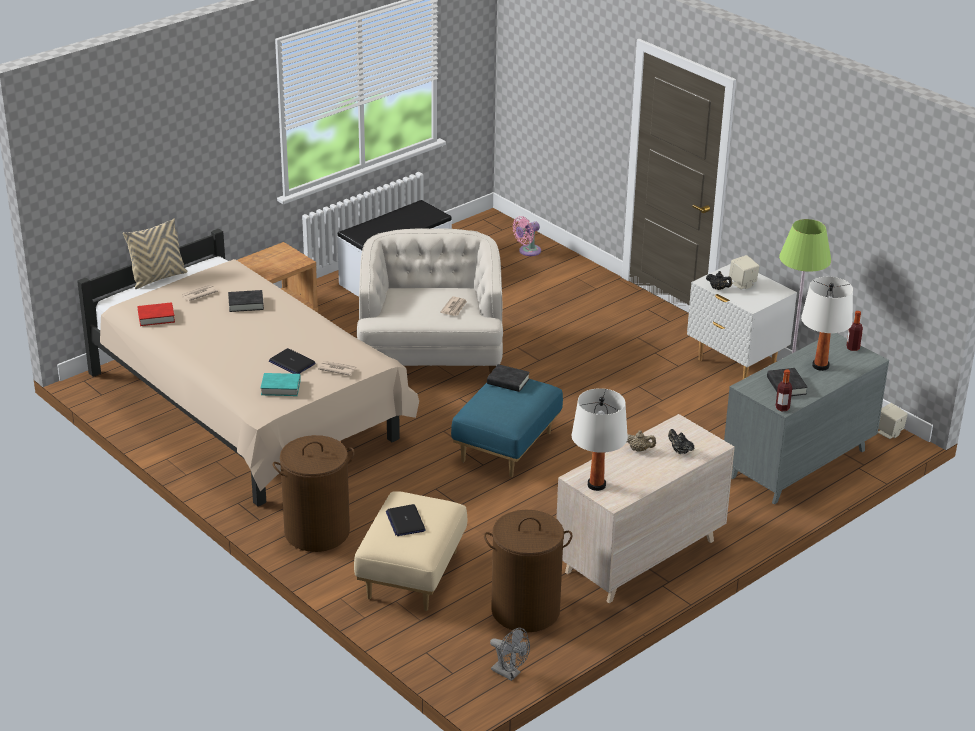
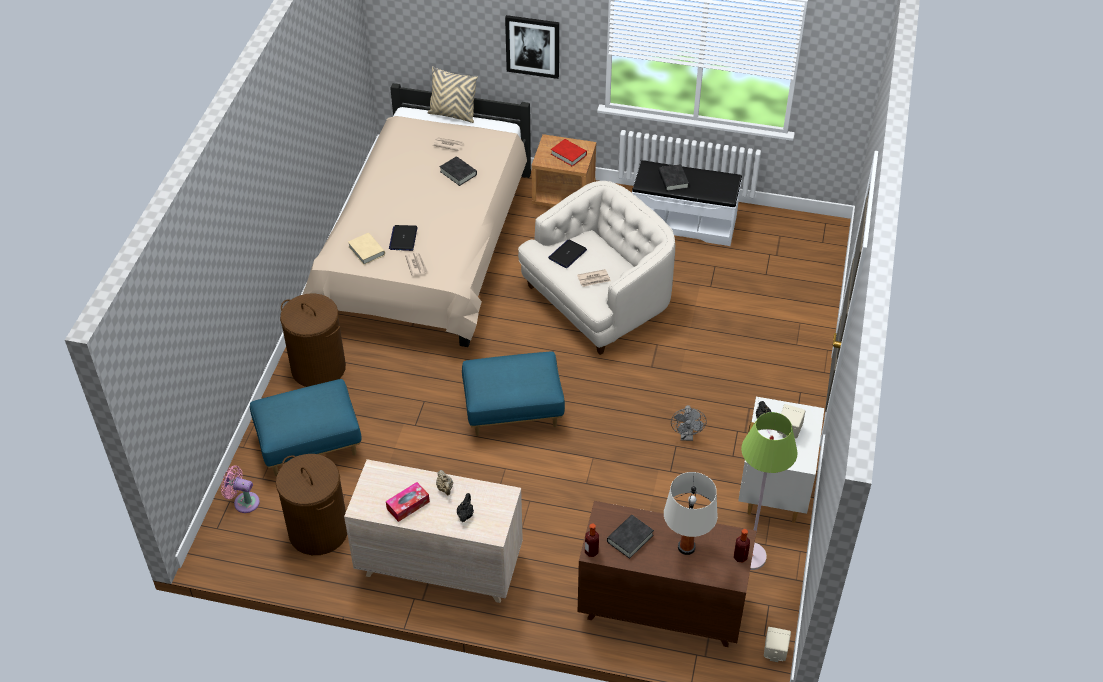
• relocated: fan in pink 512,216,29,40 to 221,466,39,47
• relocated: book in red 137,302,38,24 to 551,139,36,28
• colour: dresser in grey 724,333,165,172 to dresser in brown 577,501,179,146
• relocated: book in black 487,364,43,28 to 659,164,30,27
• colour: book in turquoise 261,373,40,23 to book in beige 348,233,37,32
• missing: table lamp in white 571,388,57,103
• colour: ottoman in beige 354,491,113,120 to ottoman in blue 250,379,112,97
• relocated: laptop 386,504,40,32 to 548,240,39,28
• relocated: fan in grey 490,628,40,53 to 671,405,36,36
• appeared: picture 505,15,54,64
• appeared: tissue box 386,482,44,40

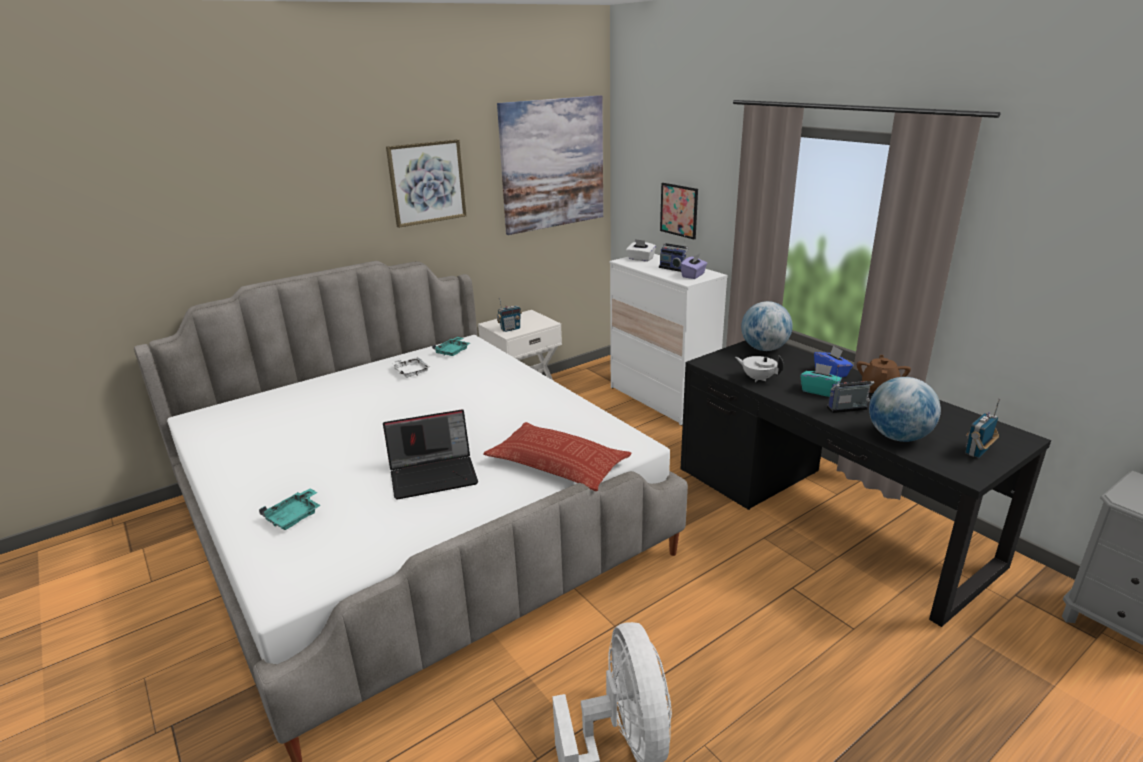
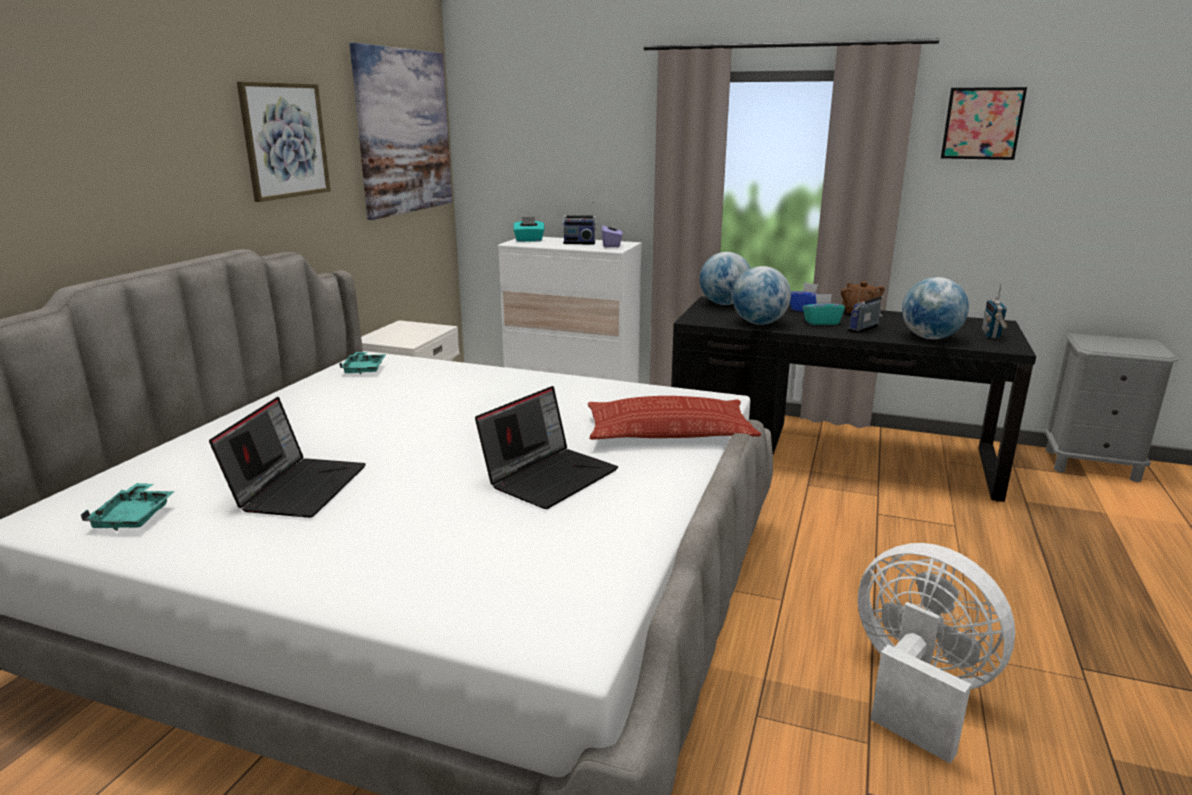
• relocated: picture 660,183,38,56 to 941,87,86,73
• colour: tissue box in white 626,239,30,22 to tissue box in turquoise 513,217,31,25
• missing: radio 497,298,25,34
• exchanged: teapot in white 735,356,49,26 to globe 732,266,59,59
• missing: tray in white 392,357,38,21
• relocated: tray in turquoise 259,488,62,42 to 81,483,94,48
• appeared: laptop 209,397,157,121

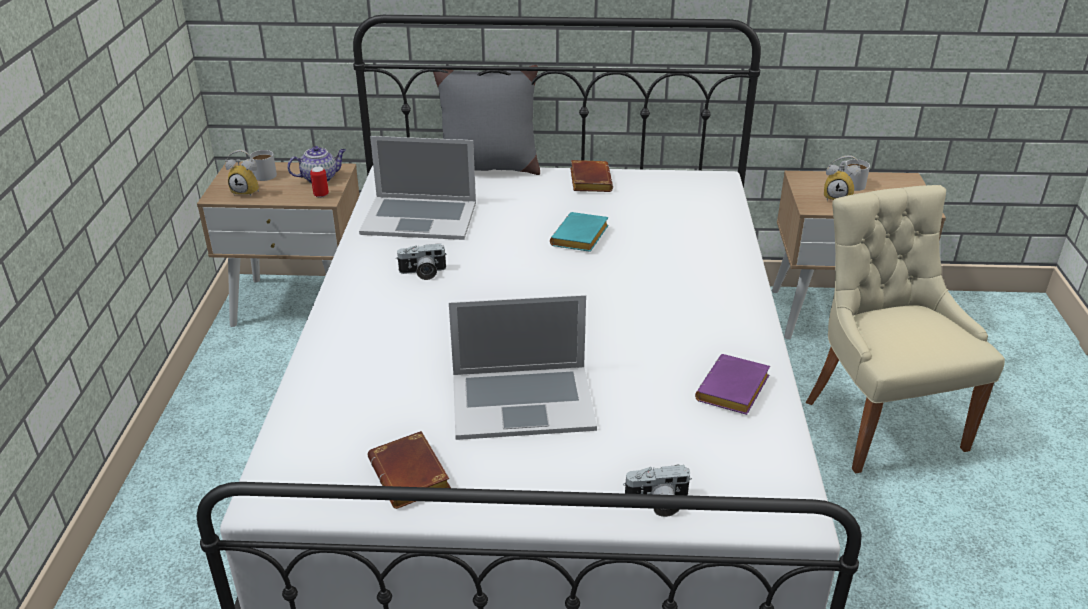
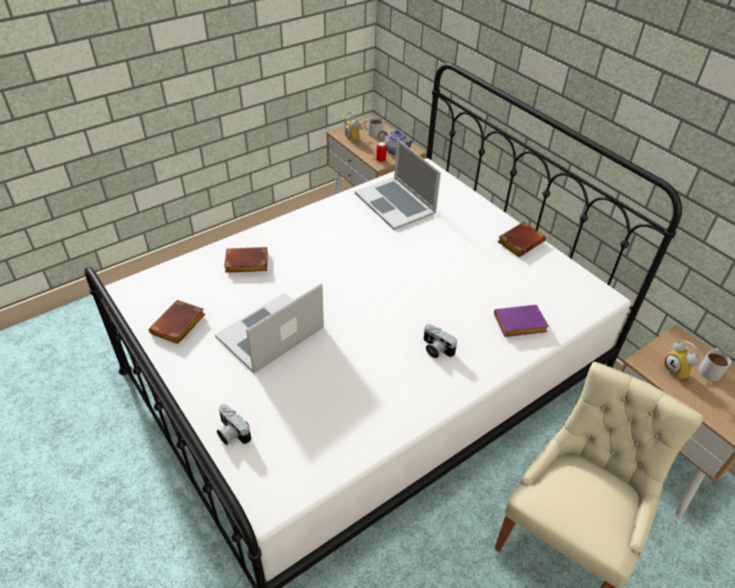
• missing: pillow in grey 433,65,107,110
• missing: book in turquoise 550,212,59,40
• relocated: photo camera 396,244,51,36 to 424,324,33,34
• spun: laptop 449,295,148,145 = 215,283,109,90 90 degrees clockwise
• relocated: book in purple 695,354,75,61 to 494,305,55,32
• appeared: book in brown 224,247,44,26

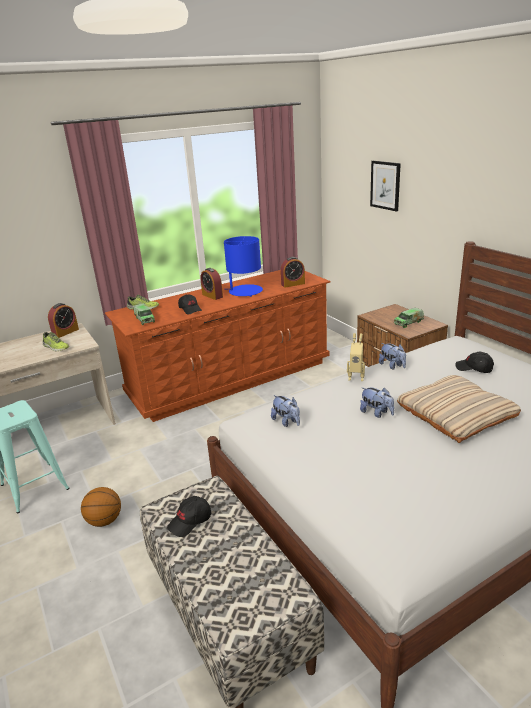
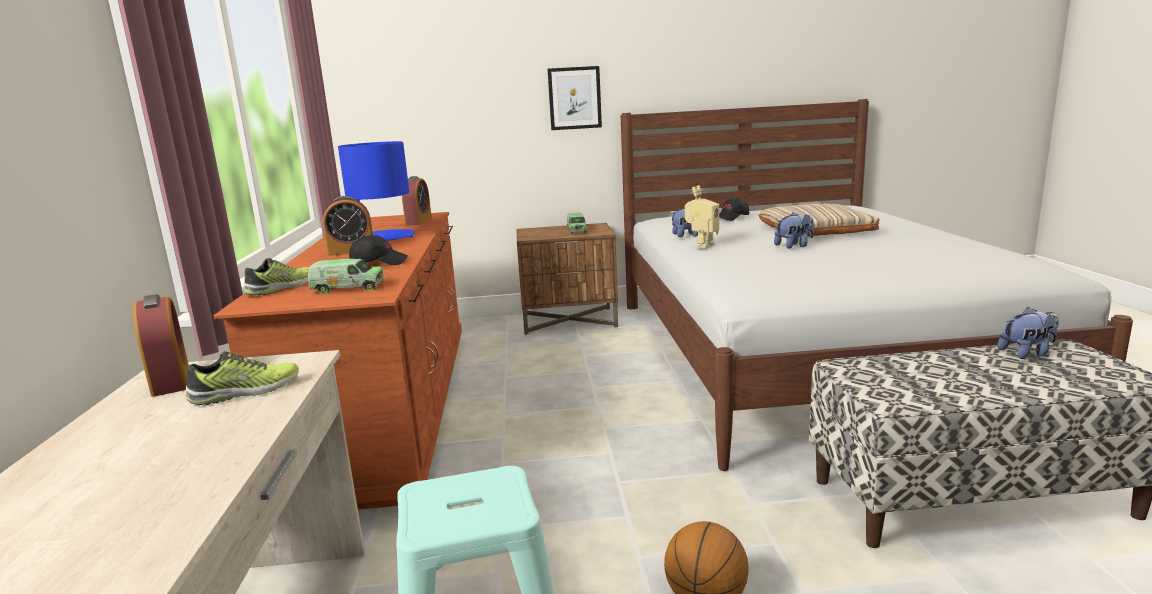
• relocated: picture 370,161,31,50 to 548,66,54,64
• relocated: plush toy 271,395,29,32 to 998,307,61,52
• missing: cap in black 167,496,44,41

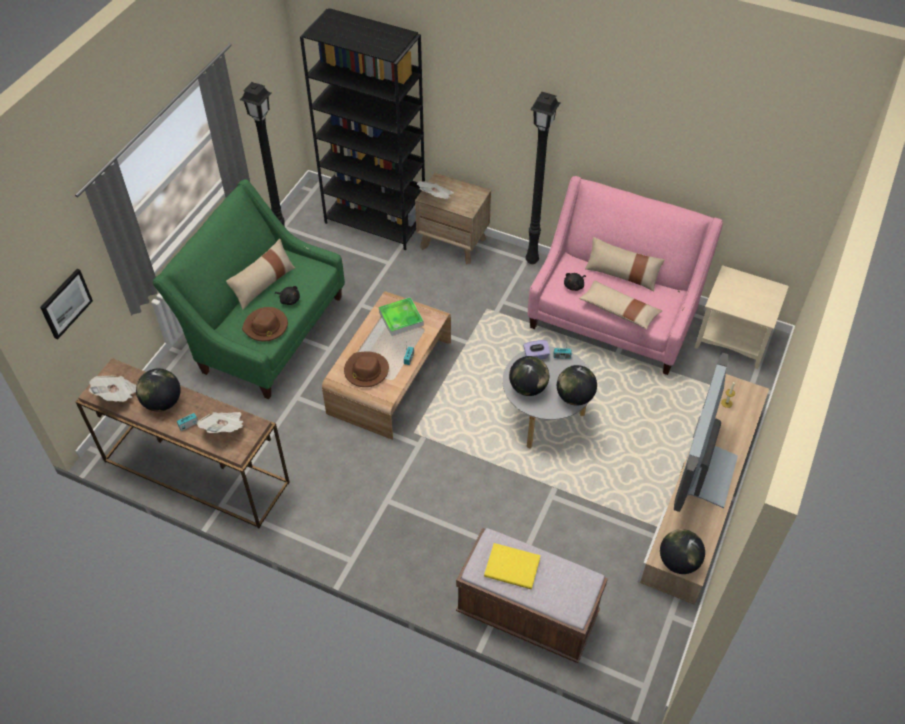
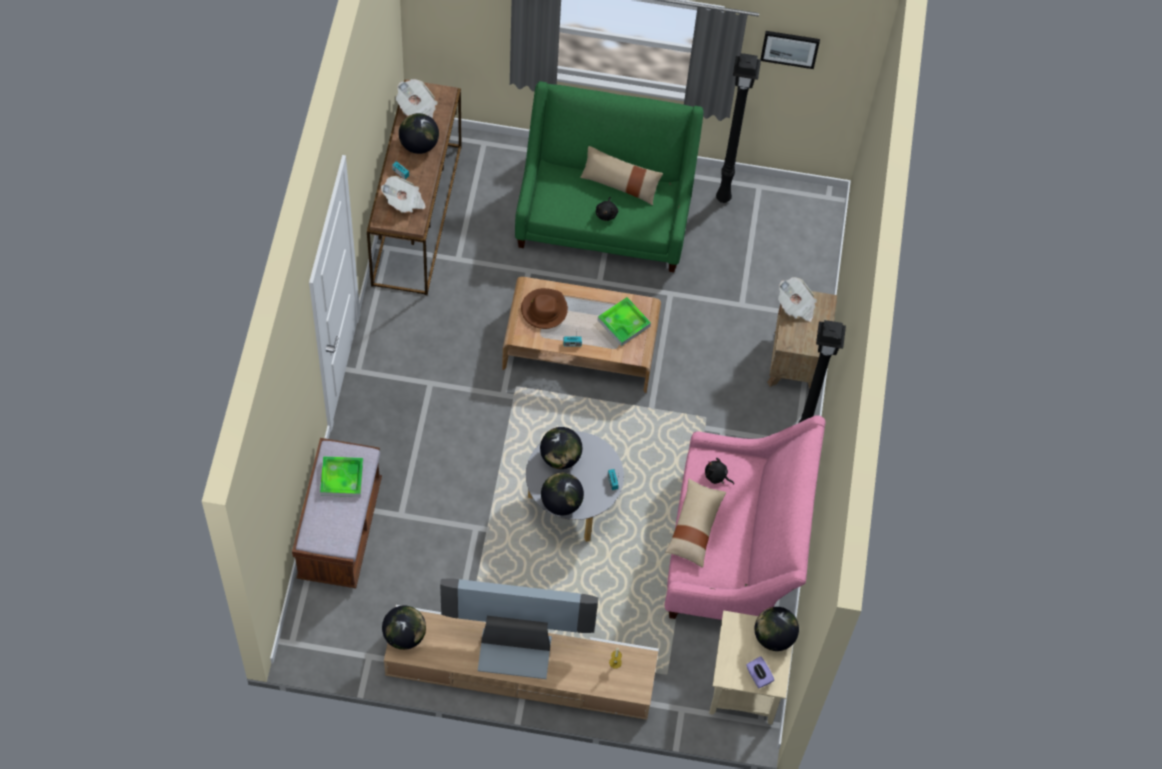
• missing: bookcase in black 300,8,125,242
• missing: pillow in beige 585,237,80,54
• relocated: picture 40,269,53,70 to 761,31,59,38
• missing: hat in brown 242,307,46,35
• relocated: tissue box in purple 523,340,27,19 to 746,656,28,32
• exchanged: book in yellow 484,543,57,47 to tray 320,456,43,41
• appeared: globe 755,607,44,44

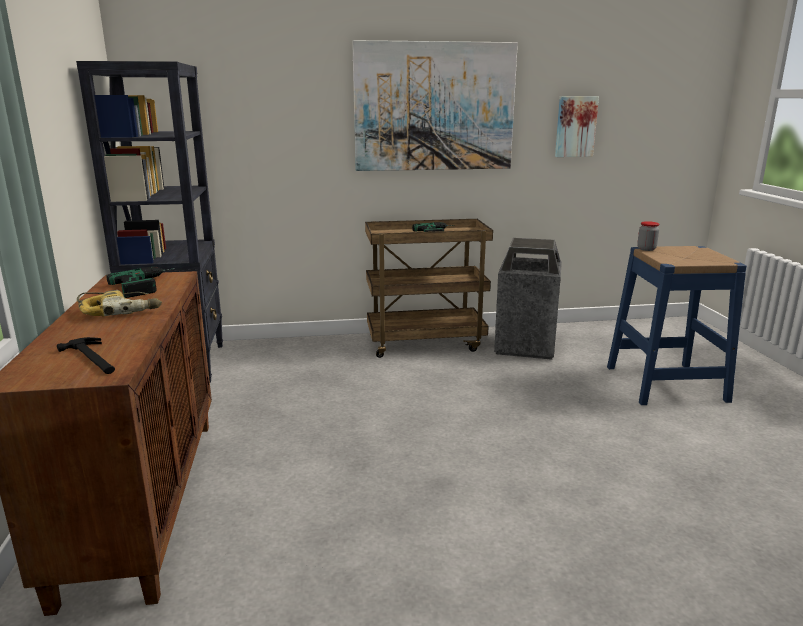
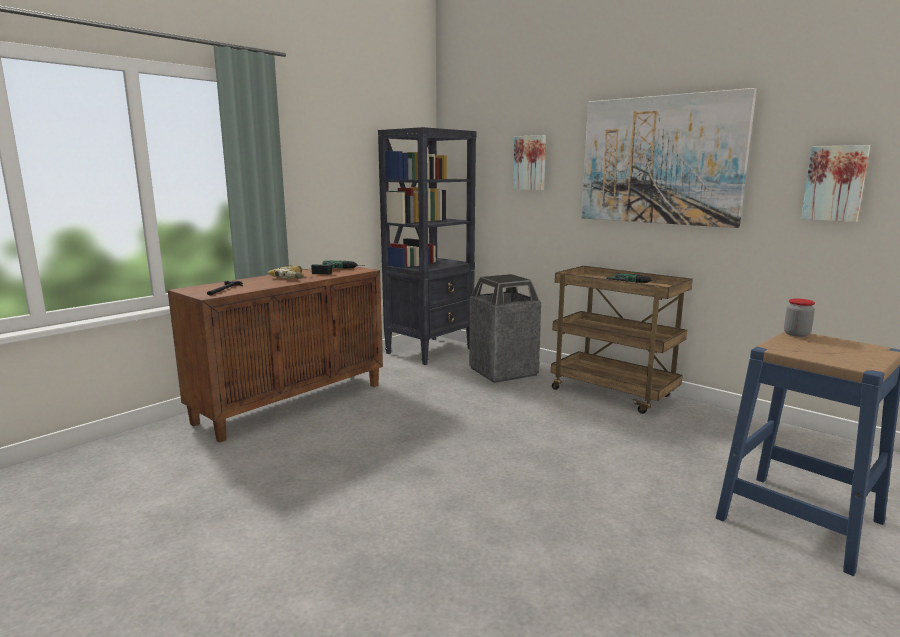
• relocated: trash can 494,238,68,122 to 469,274,72,109
• appeared: picture 513,135,33,55

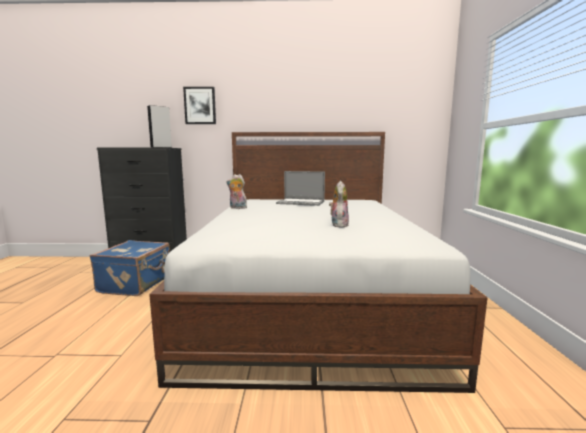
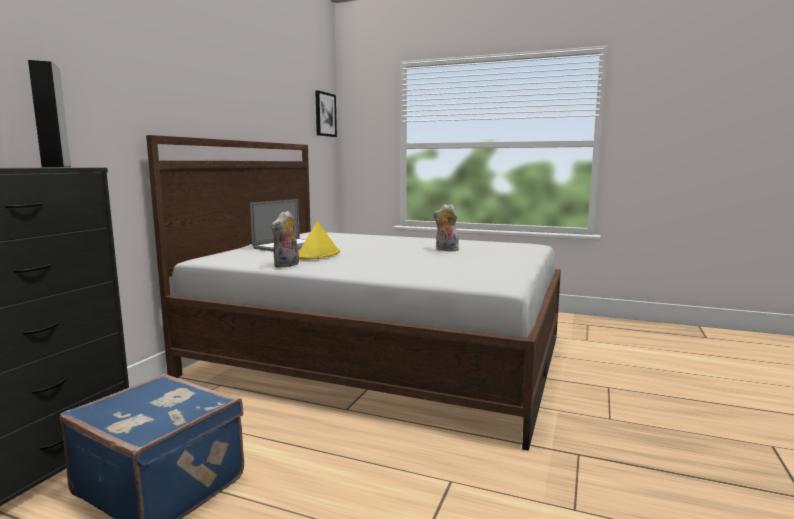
• relocated: picture 183,87,33,37 to 315,90,22,47
• appeared: hat in yellow 299,221,41,39

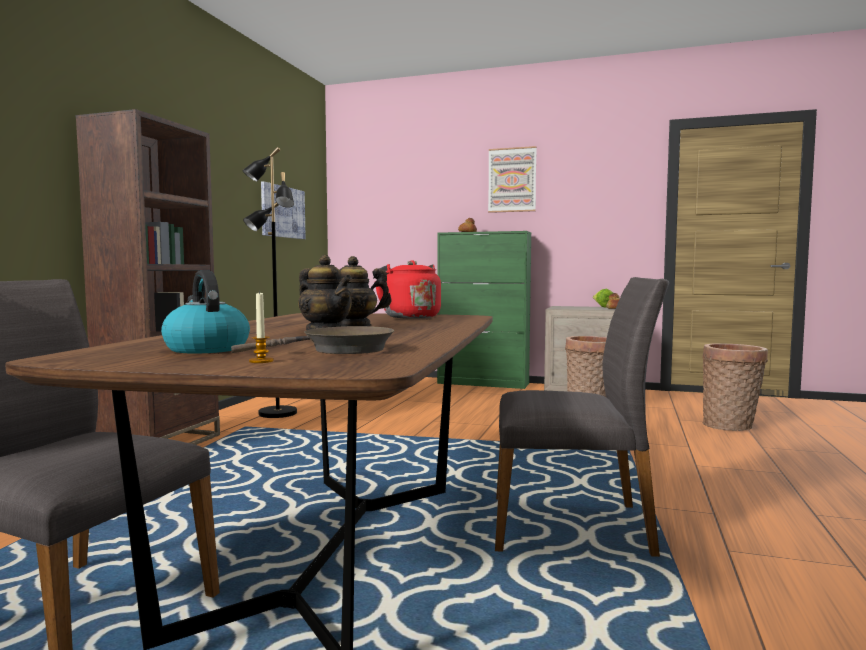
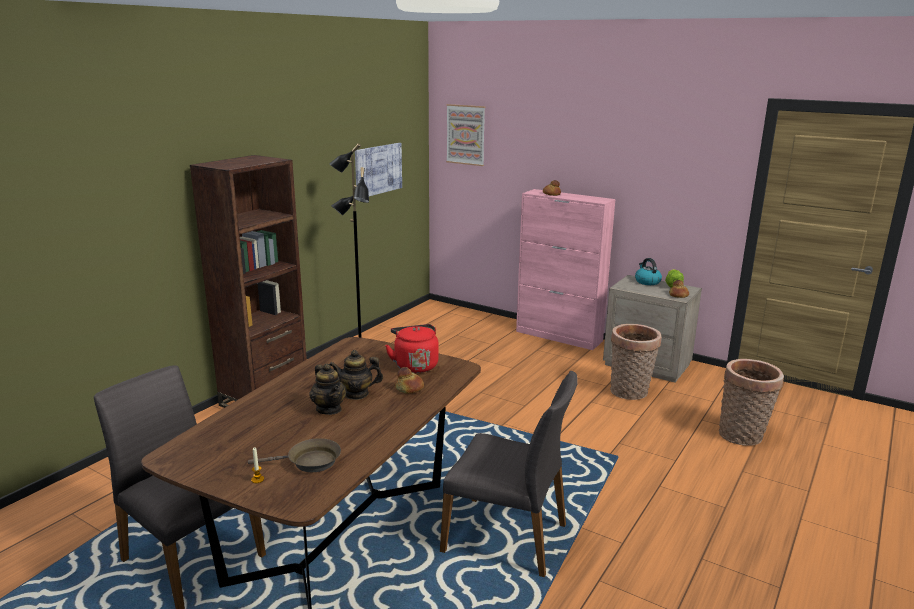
• relocated: picture 488,146,49,67 to 446,104,39,62
• colour: cabinet in green 437,231,94,158 to cabinet in pink 516,189,100,161
• relocated: kettle 161,270,89,84 to 635,258,27,27
• appeared: bread 395,367,29,27

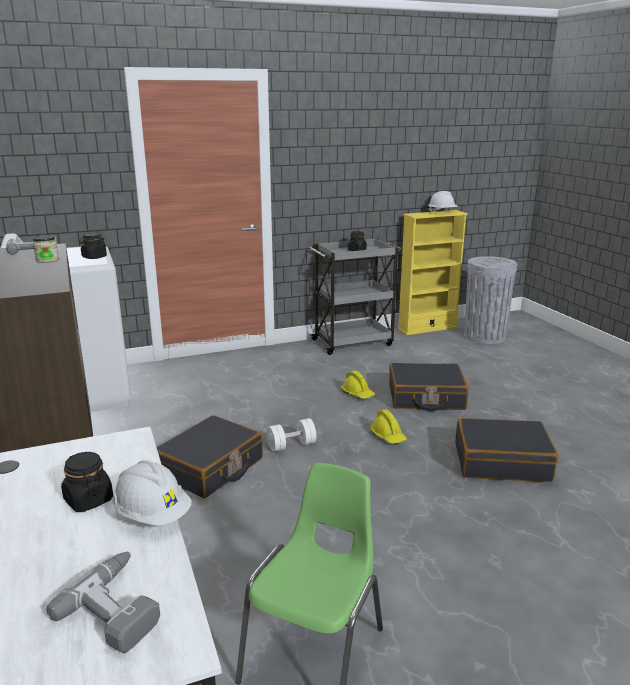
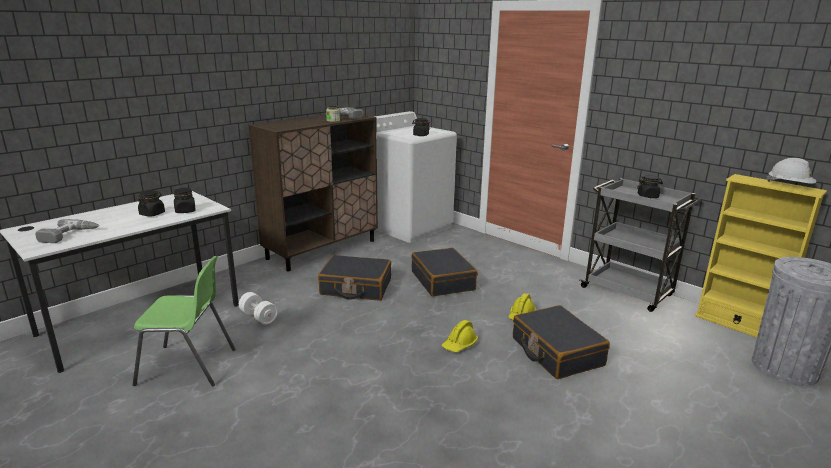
• relocated: dumbbell in white 267,418,49,34 to 239,292,39,33
• relocated: suitcase in black 455,418,103,64 to 411,248,67,48
• missing: hard hat in white 112,460,79,65
• appeared: jar in black 174,188,21,25

